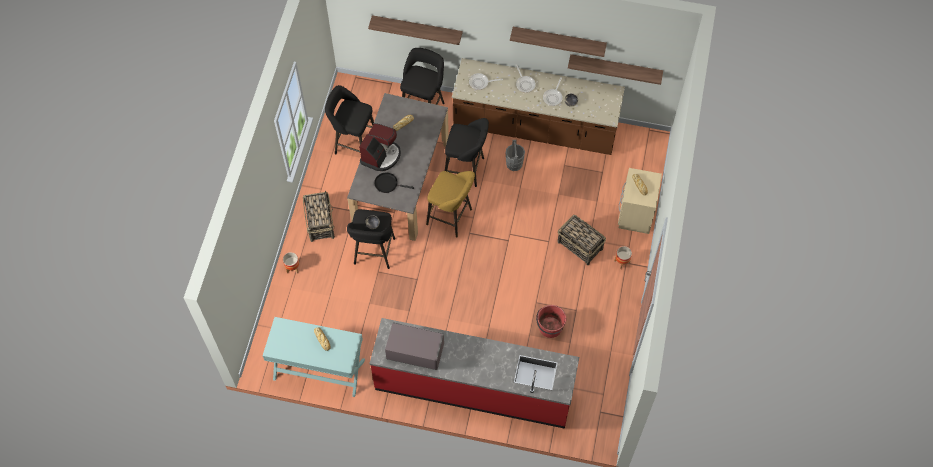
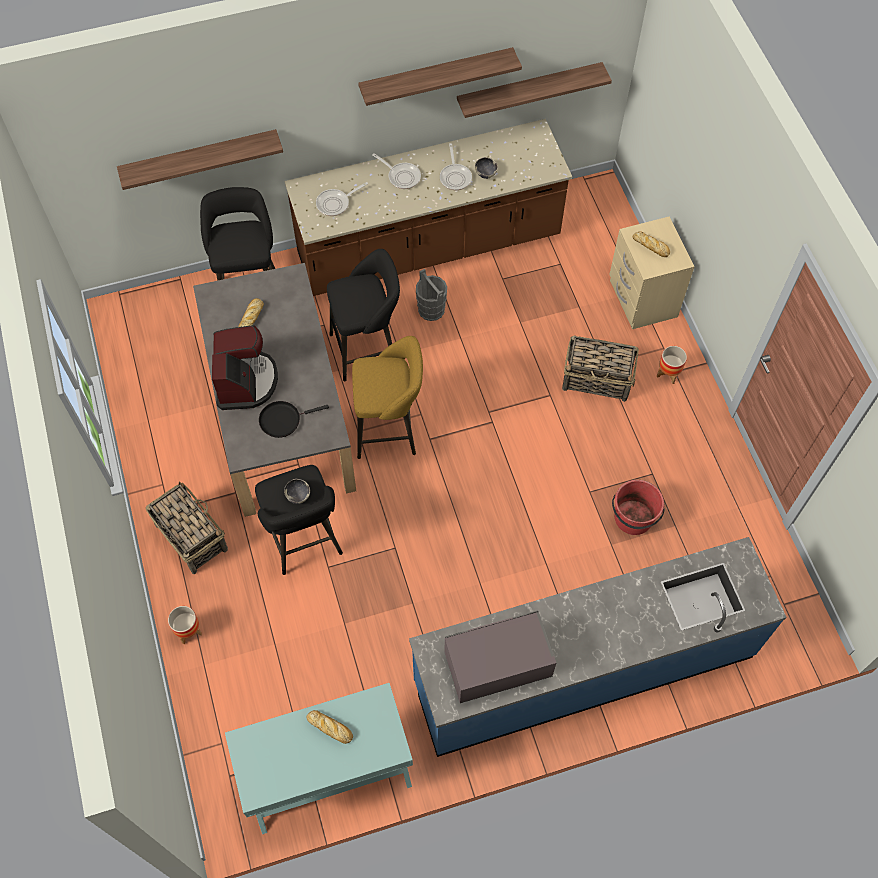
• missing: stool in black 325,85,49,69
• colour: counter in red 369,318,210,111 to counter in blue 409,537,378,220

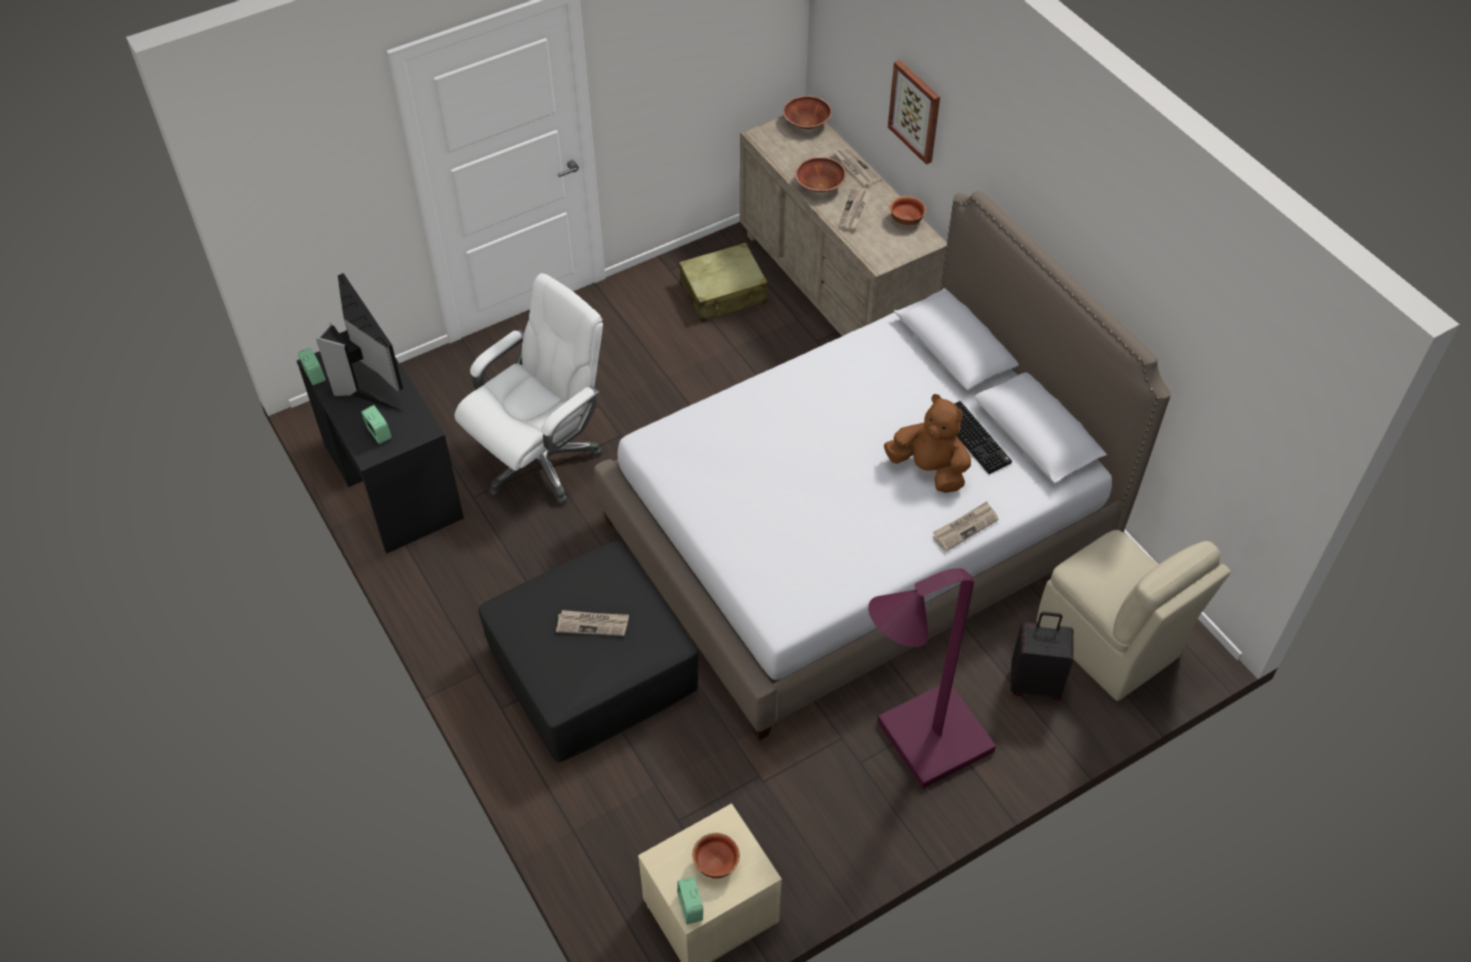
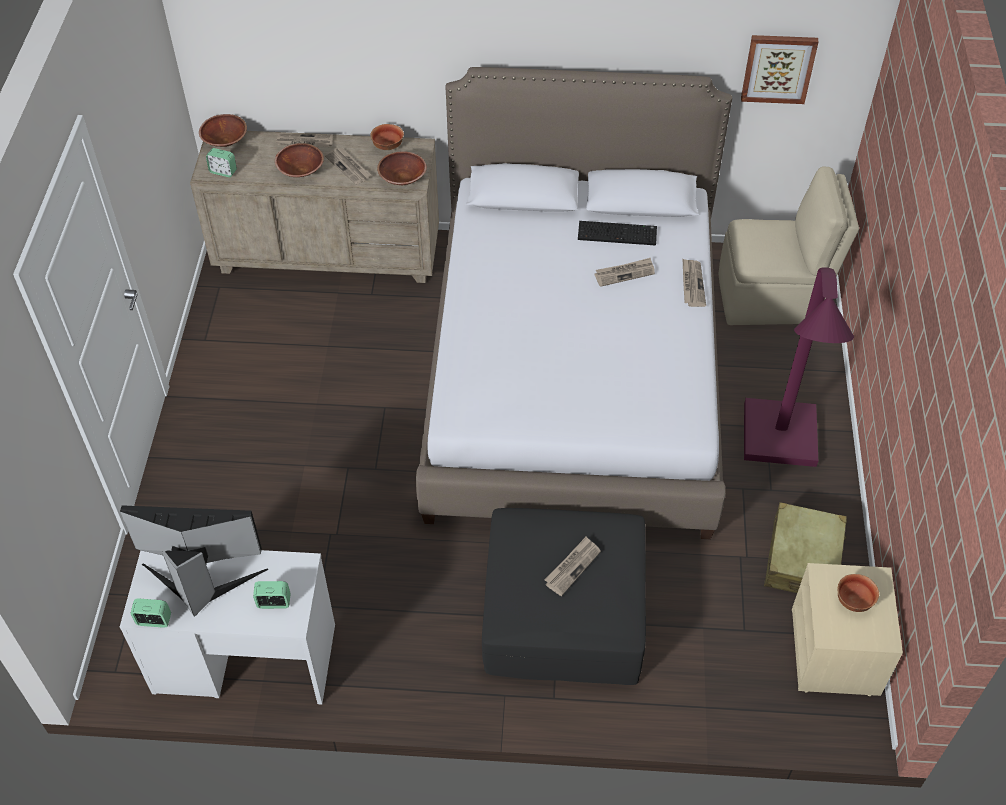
• relocated: picture 888,60,52,105 to 741,35,78,69
• relocated: suitcase in beige 679,243,89,79 to 764,502,83,91
• missing: office chair in white 455,273,148,231
• colour: desk in black 297,351,167,202 to desk in white 120,550,215,154
• exchanged: plush toy in brown 884,394,87,99 to newspaper 594,258,61,29
• missing: suitcase in black 1011,612,62,89
• relocated: alarm clock 677,877,26,47 to 206,148,31,29
• appeared: bowl in brown 377,151,50,34

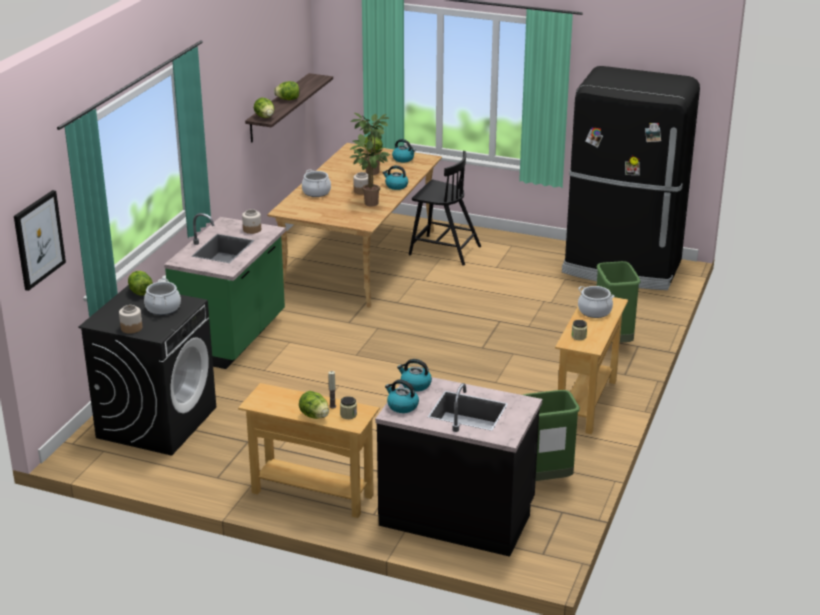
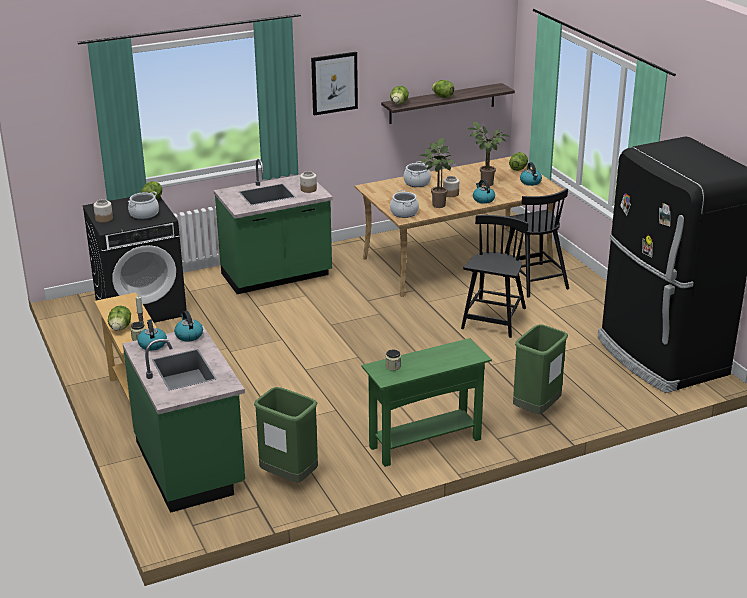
• relocated: picture 14,190,52,101 to 311,52,47,64
• relocated: cooking pot 578,286,36,32 to 390,190,29,28
• colour: console table in beige 555,297,73,137 to console table in green 361,338,131,129
• colour: counter in black 375,377,167,180 to counter in green 122,326,123,187
• appeared: chair in black 461,215,67,123

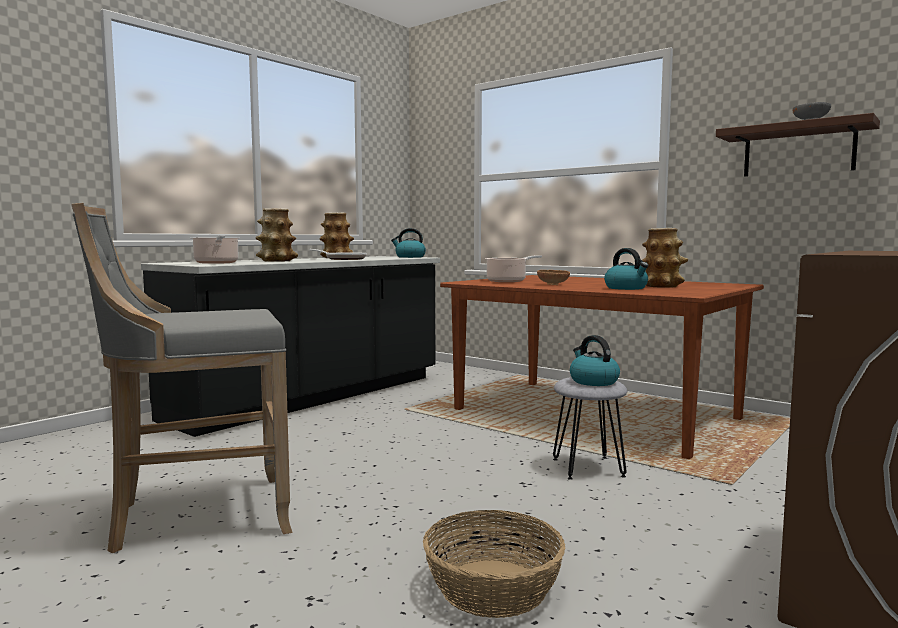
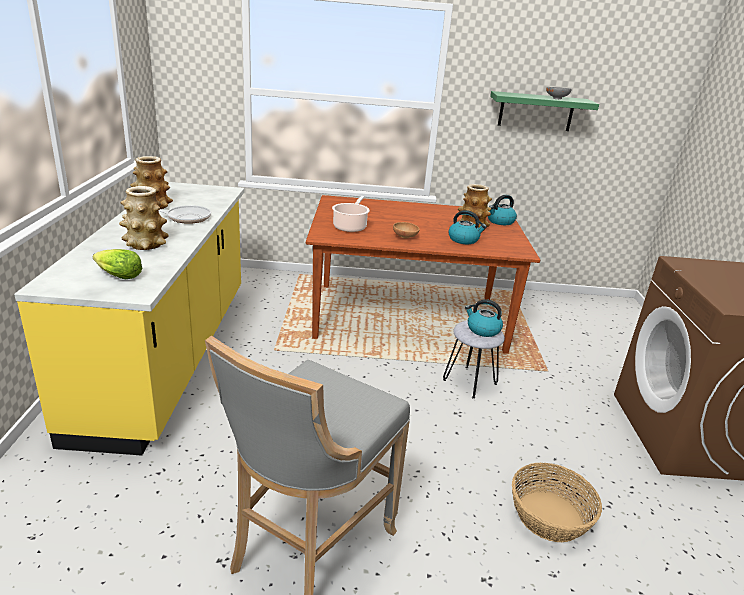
• colour: shelf in brown 716,113,164,64 to shelf in green 490,91,109,40
• relocated: kettle 391,228,35,30 to 488,195,29,30
• exchanged: cooking pot 191,235,49,29 to lettuce 93,249,49,30
• colour: counter in black 141,256,299,181 to counter in yellow 14,182,230,274

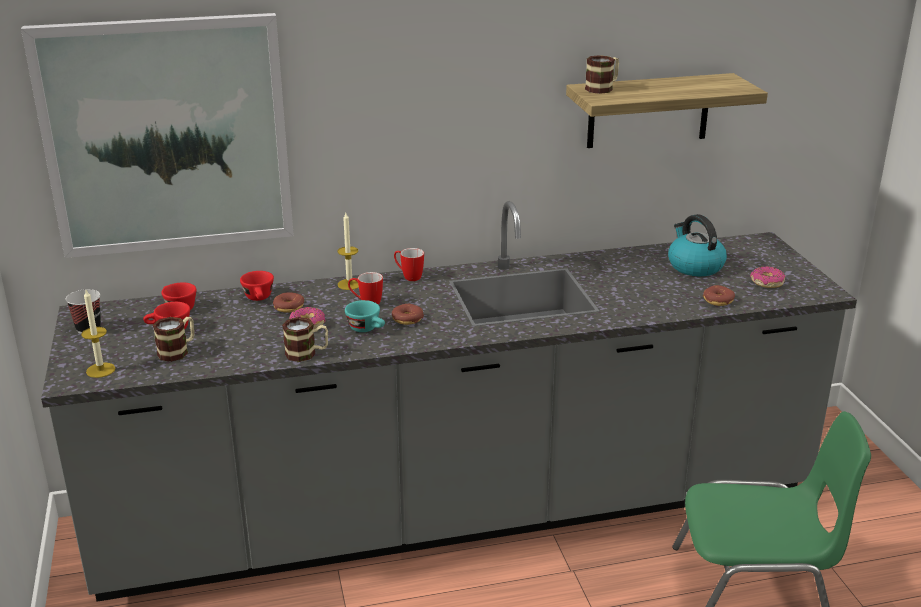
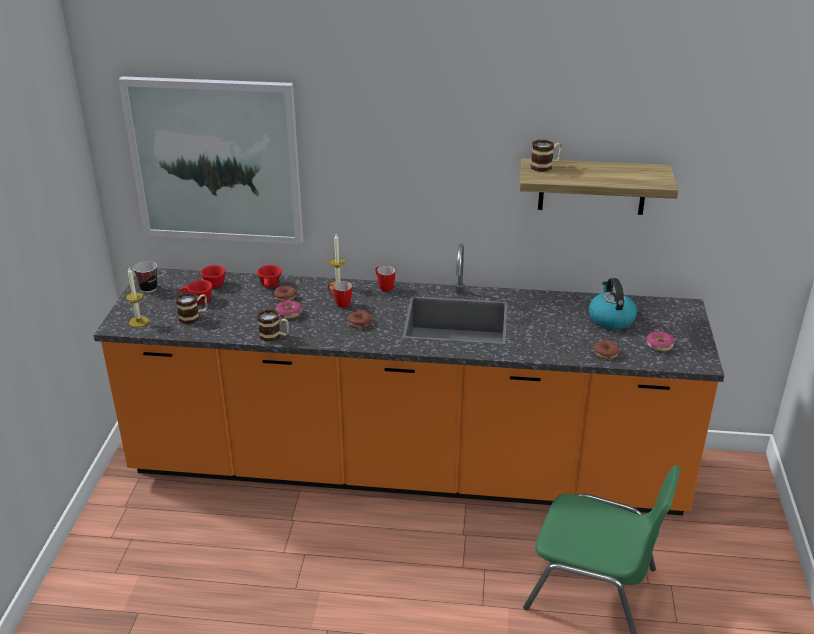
• colour: counter in grey 41,201,816,401 to counter in orange 94,244,630,272
• missing: cup in turquoise 345,300,40,32

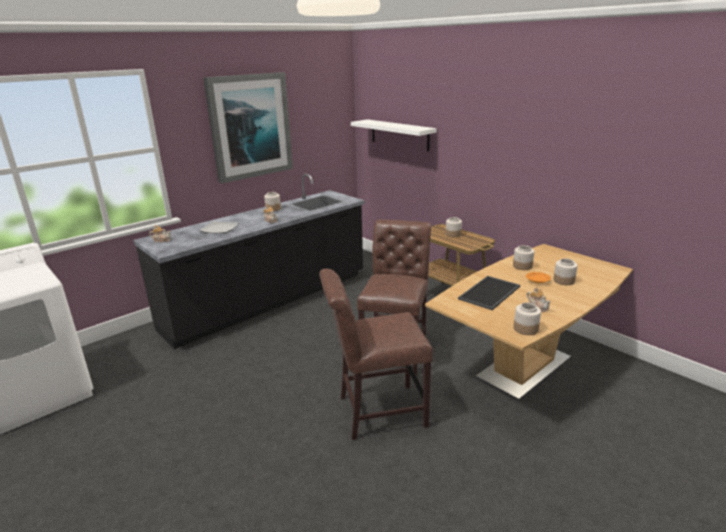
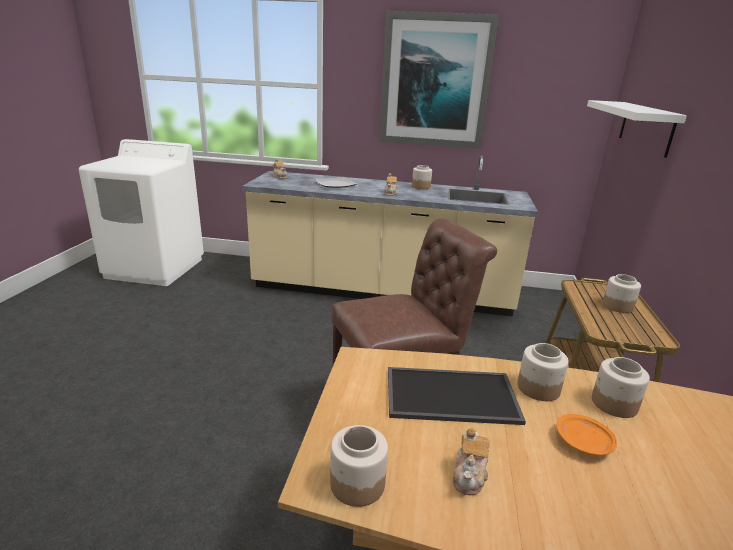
• colour: counter in black 133,174,232,175 to counter in beige 242,155,296,162
• relocated: jar 553,258,25,27 to 518,343,51,58
• missing: chair in brown 319,269,114,171

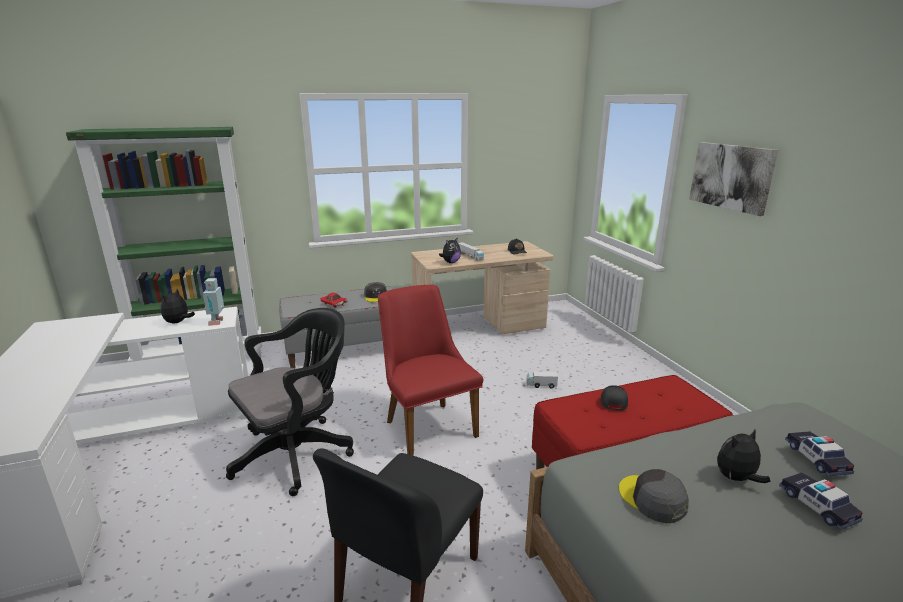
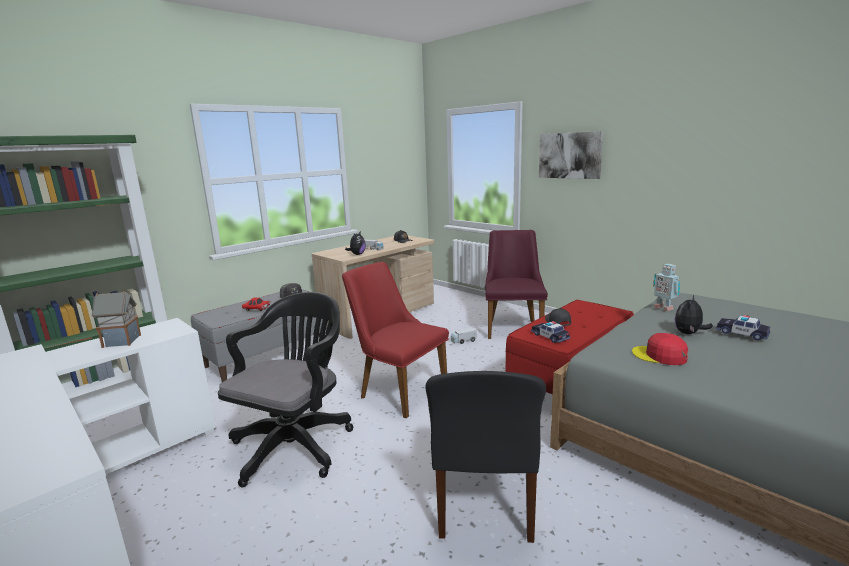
• relocated: toy robot 203,278,21,48 to 654,264,26,47
• exchanged: plush toy 161,289,34,35 to toy house 92,291,49,57
• relocated: toy car 785,431,69,45 to 531,321,39,22
• colour: cap in grey 619,469,70,55 to cap in red 632,333,56,32
• appeared: chair in purple 485,230,63,109

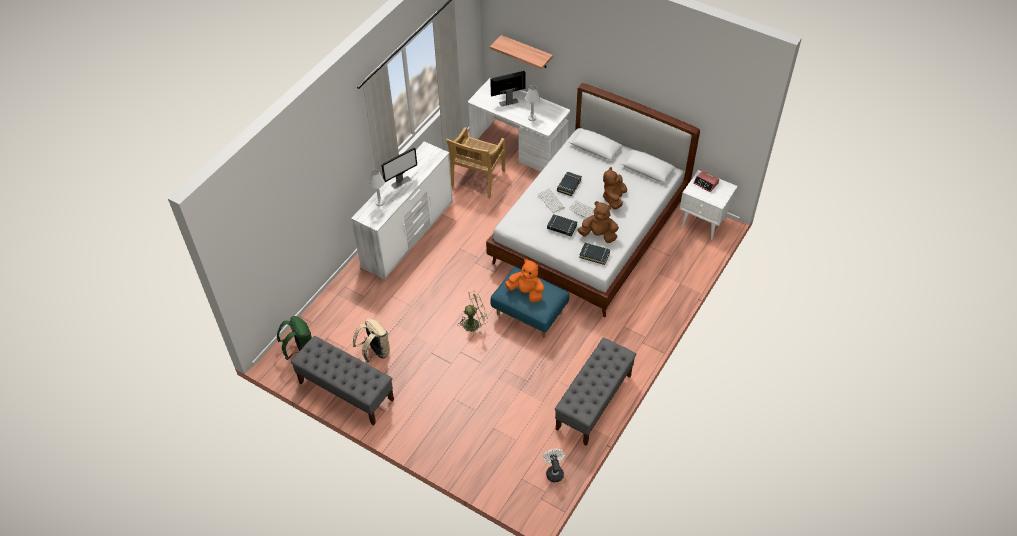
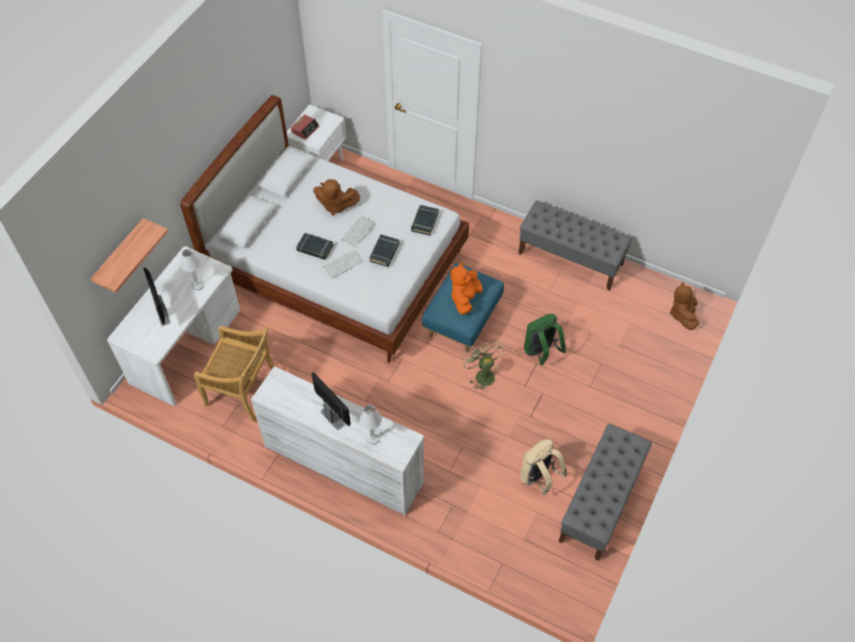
• relocated: plush toy in brown 578,201,41,42 to 670,282,29,48
• relocated: backpack in green 277,316,35,44 to 524,314,42,51
• missing: fan in white 542,449,23,33

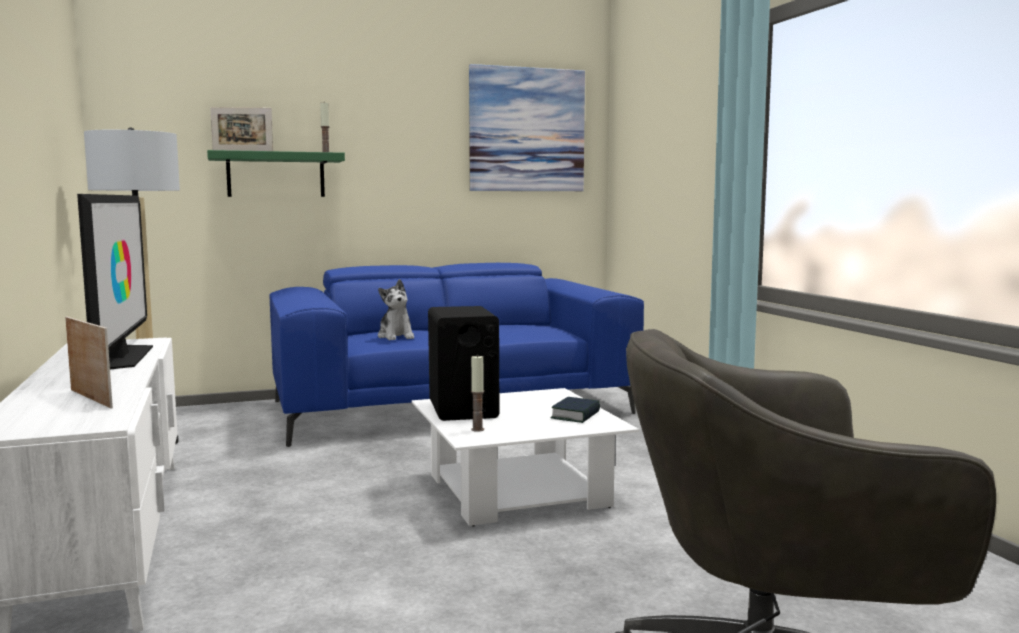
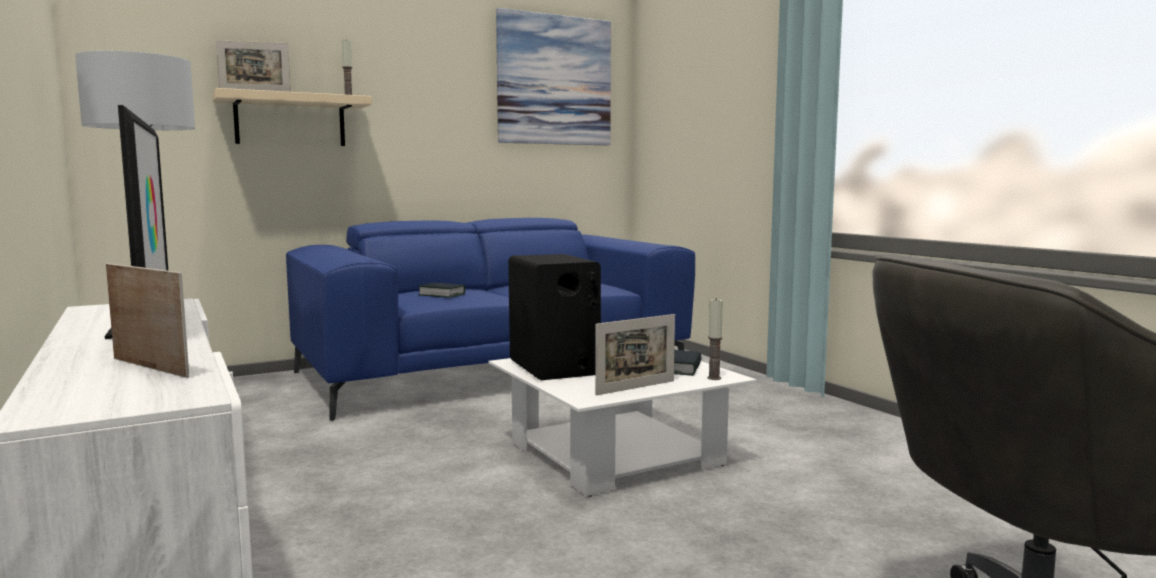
• colour: shelf in green 207,150,138,47 to shelf in beige 212,88,160,58
• exchanged: plush toy 378,279,36,61 to book 418,283,47,15
• relocated: candle 471,355,13,77 to 707,299,16,81
• appeared: picture frame 595,314,80,81

